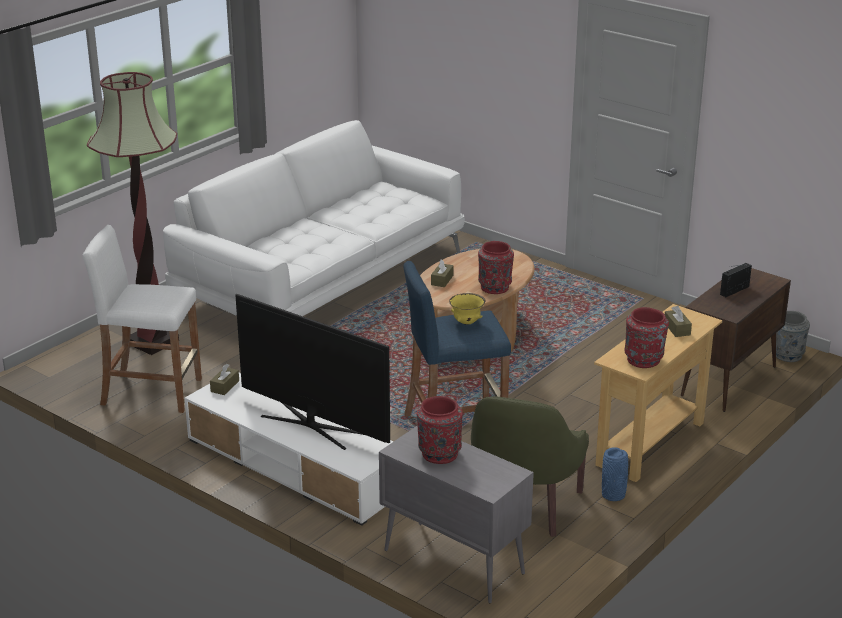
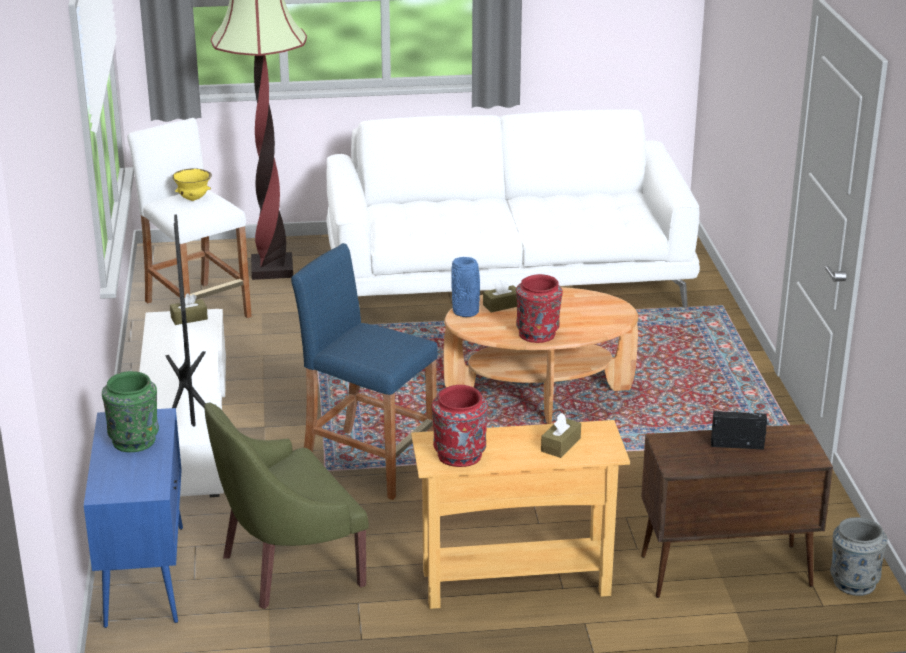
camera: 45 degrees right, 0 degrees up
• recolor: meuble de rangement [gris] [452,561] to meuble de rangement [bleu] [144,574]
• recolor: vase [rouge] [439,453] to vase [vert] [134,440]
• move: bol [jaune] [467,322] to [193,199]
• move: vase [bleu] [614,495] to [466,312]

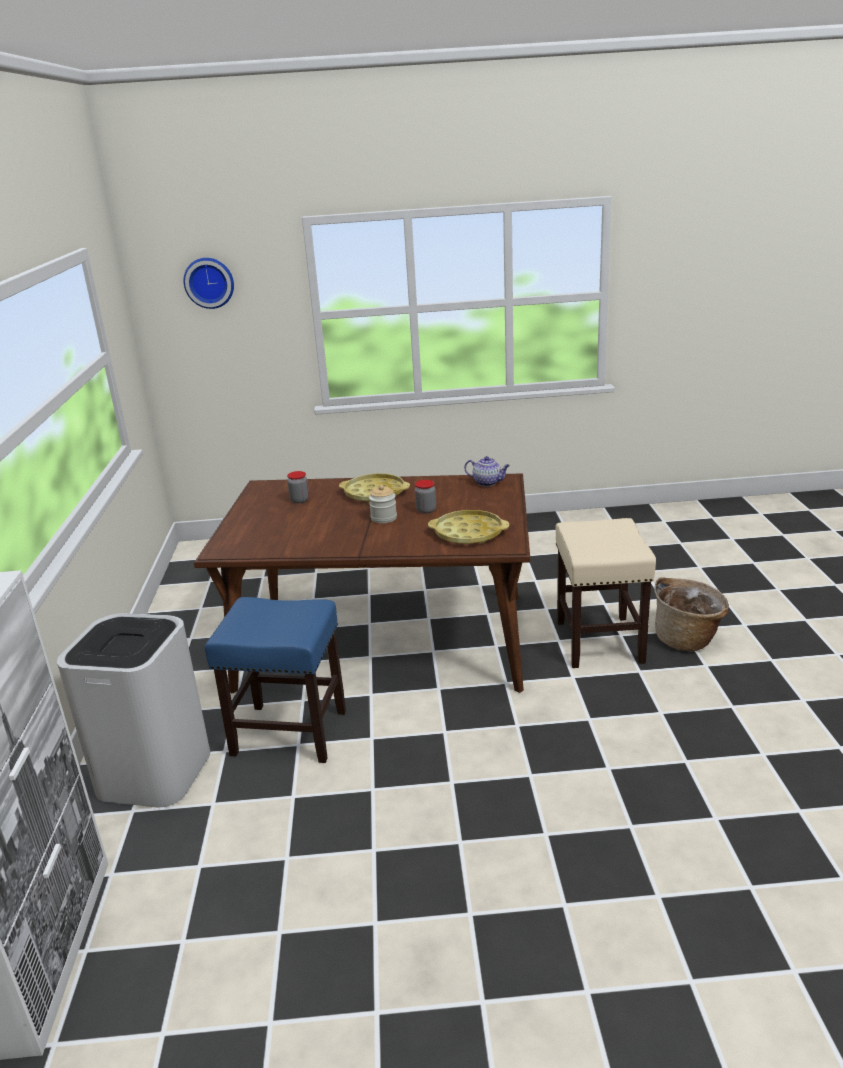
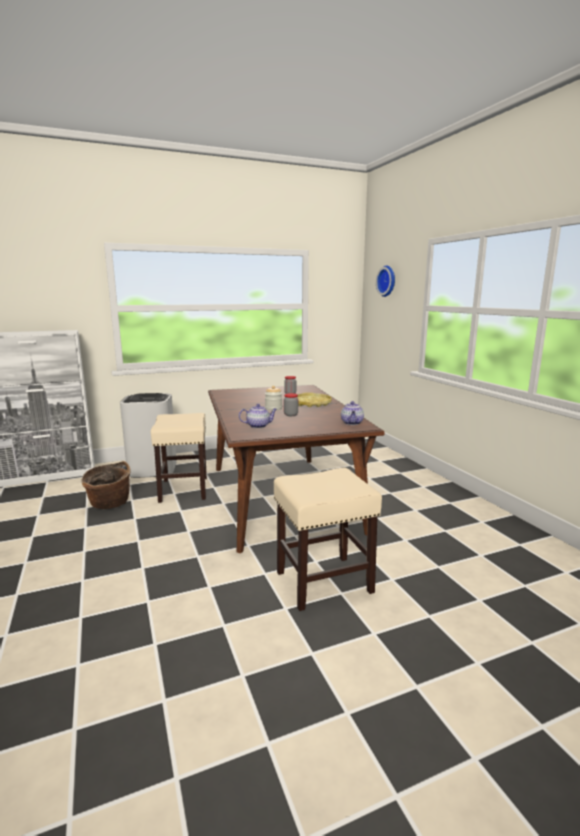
camera: 70 degrees right, 10 degrees down
• move: panier [687,639] to [109,504]
• recolor: tabouret [bleu] [288,733] to tabouret [beige] [183,489]
• replace: plateau [jaune] [468,533] to théière [258,426]

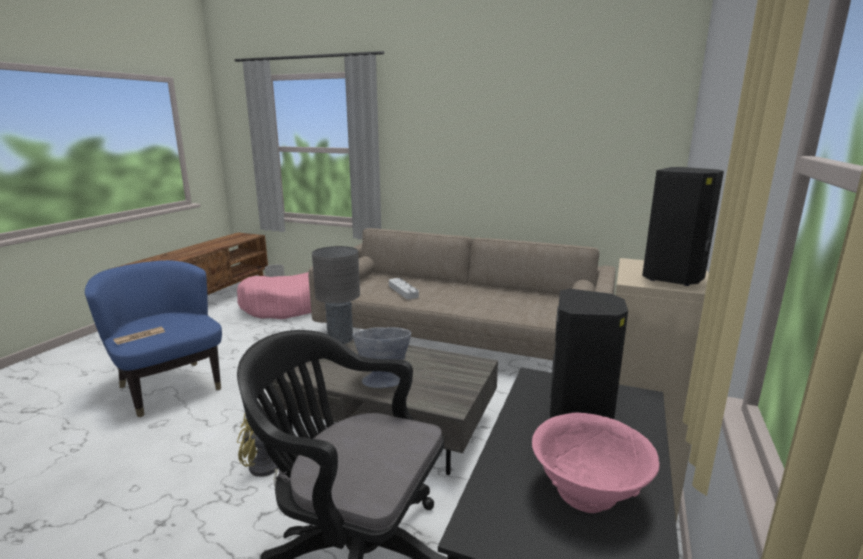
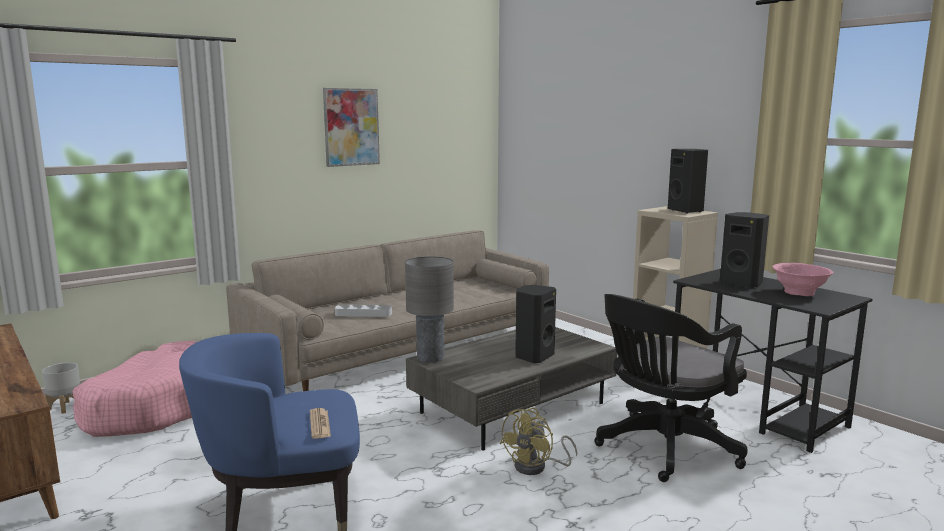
camera: 60 degrees left, 5 degrees down
• insert: tableau [351,127]
• replace: bol [gris] [383,379] to enceinte [noir] [533,356]

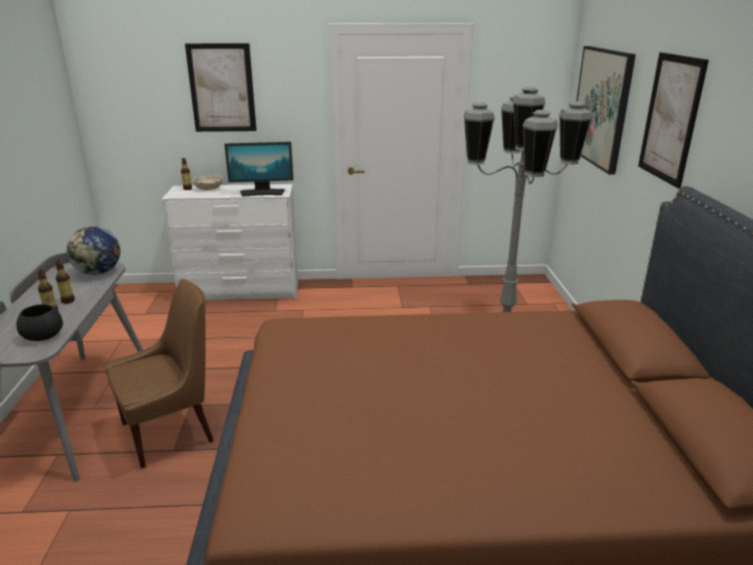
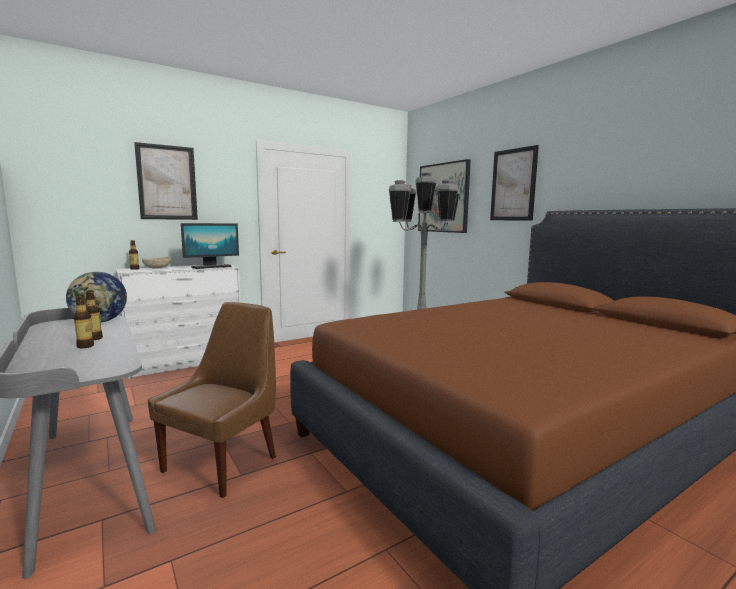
camera: 30 degrees left, 15 degrees down
• delete: bol [noir] [44,336]

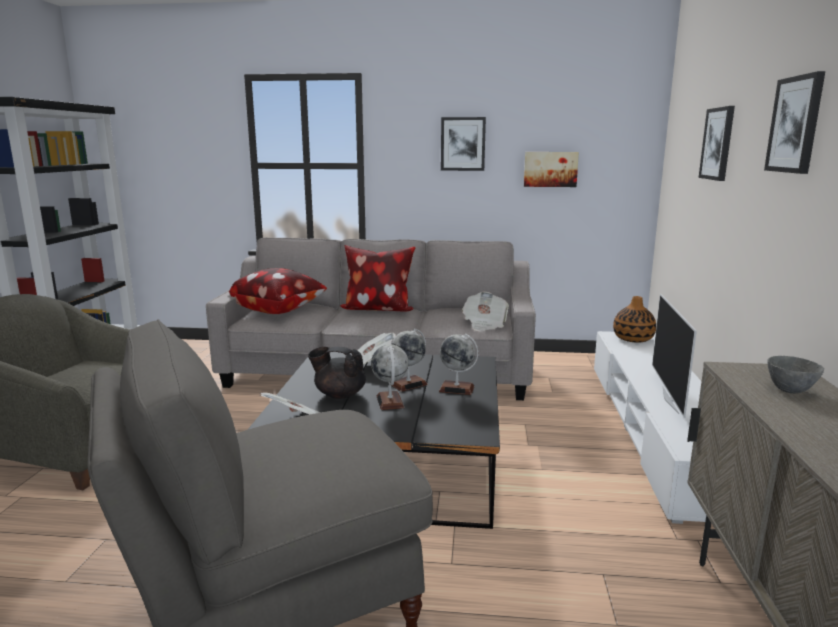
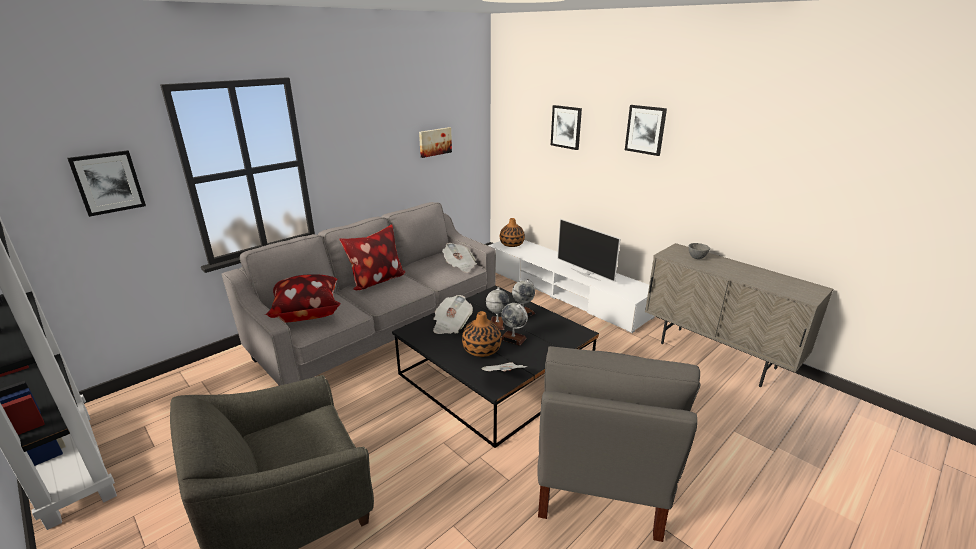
camera: 50 degrees left, 10 degrees up
• move: tableau [463,144] to [108,182]
• replace: théière [noir] [339,394] to vase [481,349]

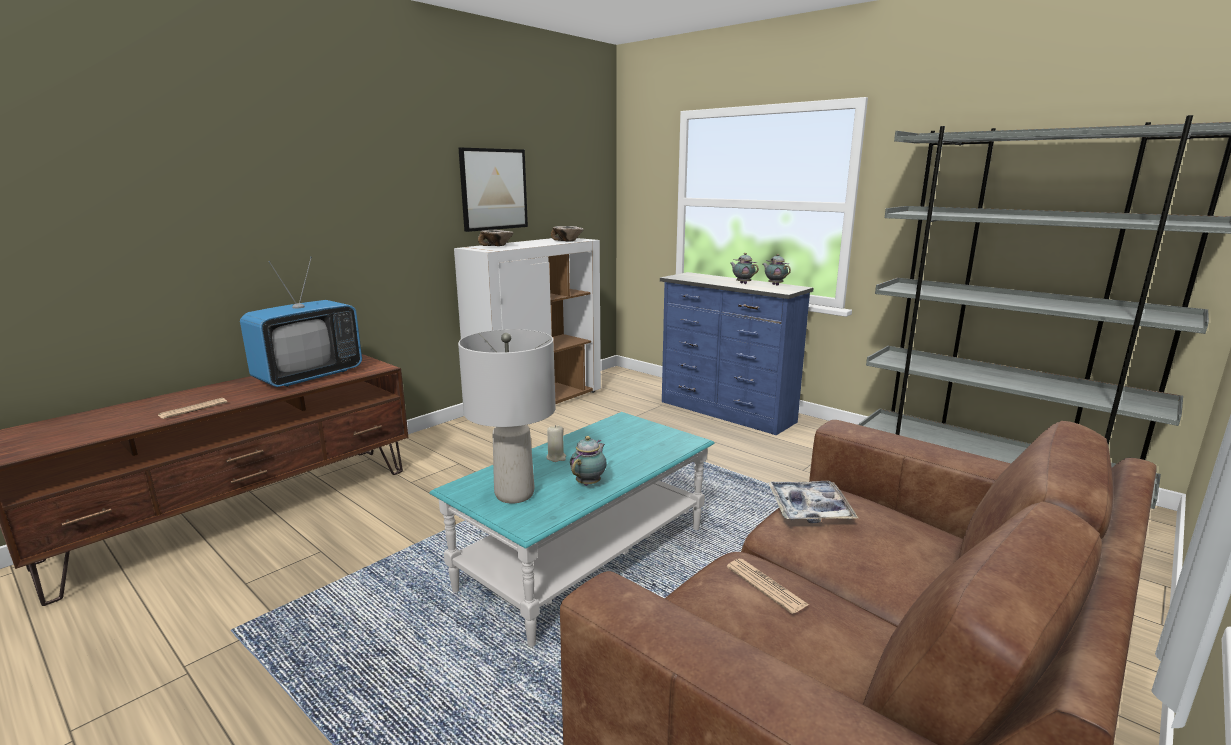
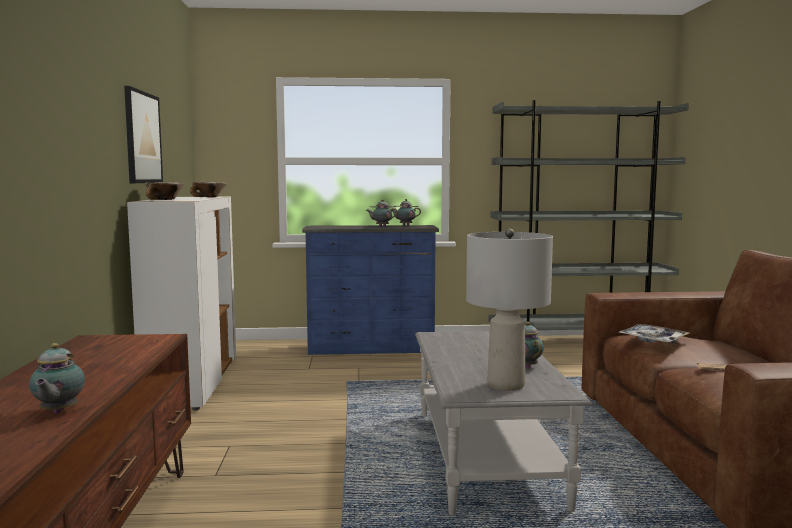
camera: 45 degrees left, 10 degrees down
• replace: journal [193,409] to théière [58,412]
• recolor: table basse [turquoise] [585,558] to table basse [gris] [485,456]
• delete: téléviseur [309,376]
• delete: bougie [beige] [556,457]

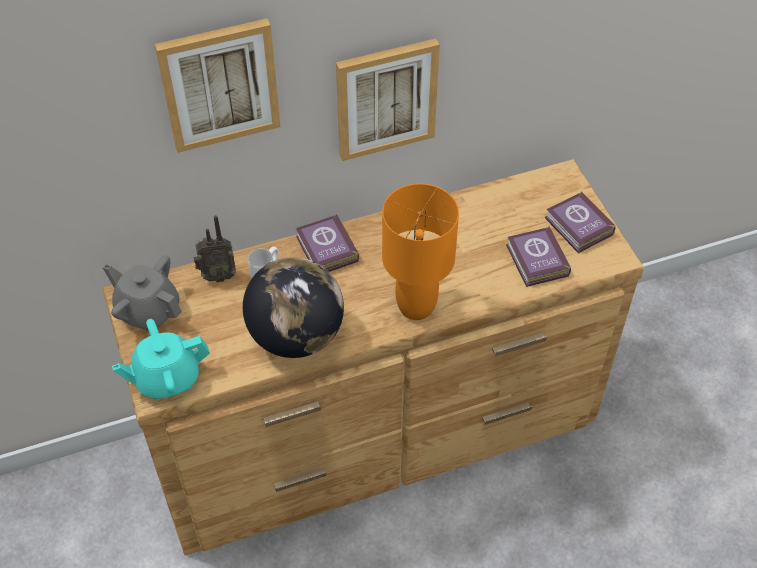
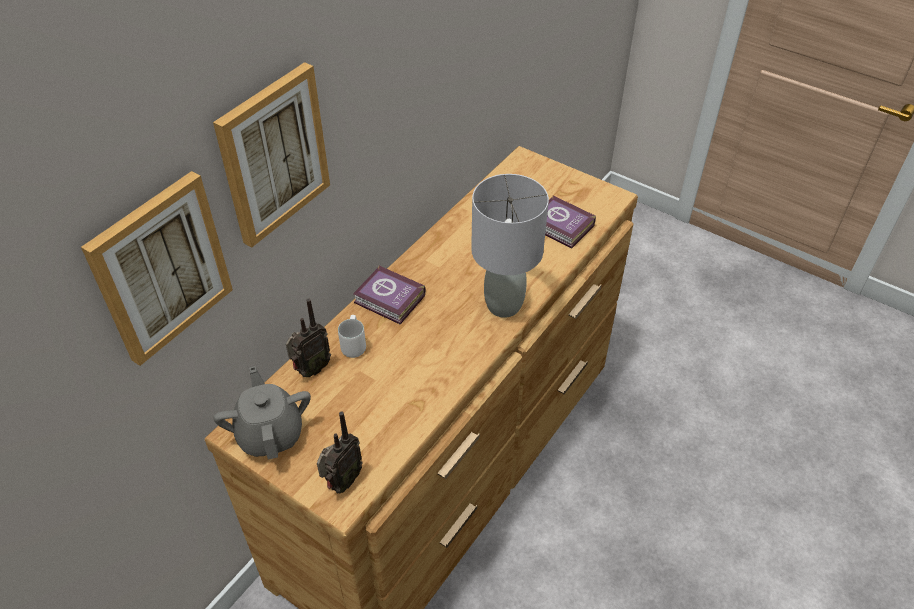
camera: 35 degrees left, 5 degrees down
• move: tableau [386,98] to [160,268]
• rotate: théière [gris] [148,310] = [270,434] 75 degrees clockwise
• replace: théière [turquoise] [167,378] to radio [342,482]
• recolor: lampe de table [orange] [416,307] to lampe de table [gris] [504,306]
• delete: globe [296,336]
• delete: livre [578,227]

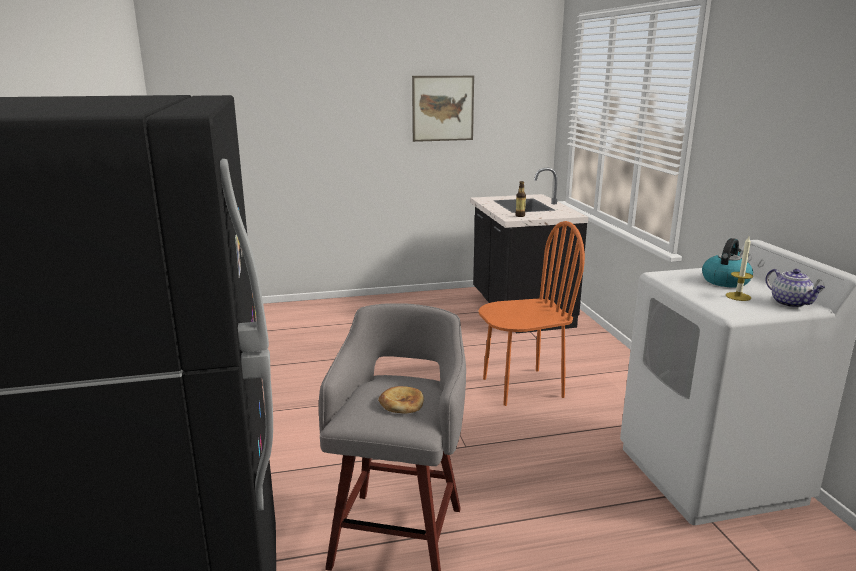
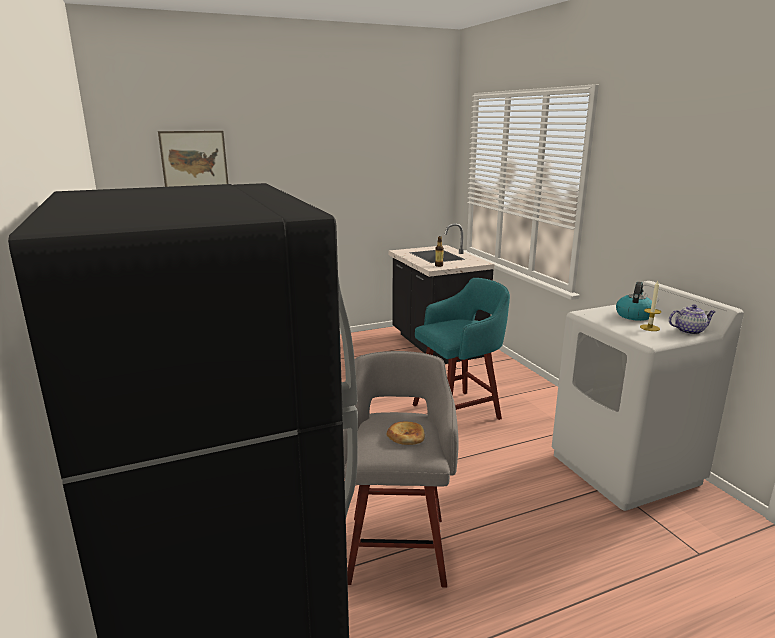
camera: 10 degrees left, 0 degrees up
• move: tableau [443,108] to [194,163]
• replace: chaise [orange] [522,387] to tabouret [turquoise] [458,411]
• rotate: théière [791,303] = [689,331] 60 degrees counterclockwise

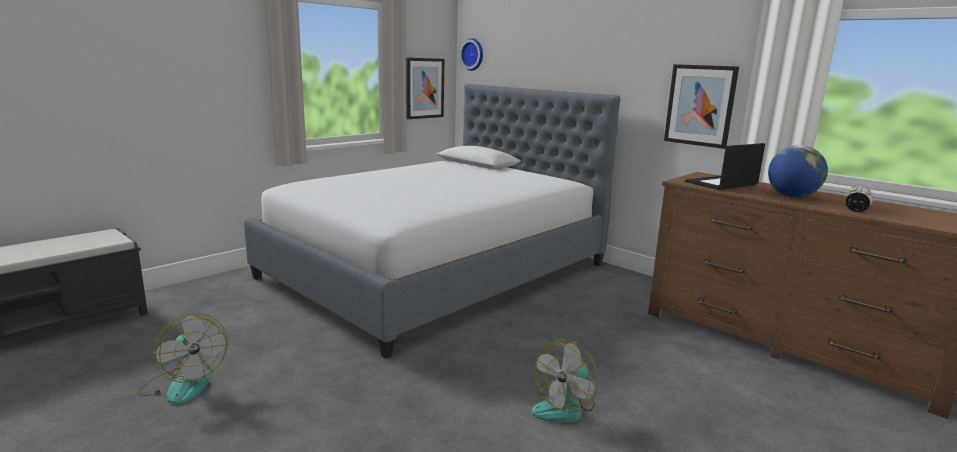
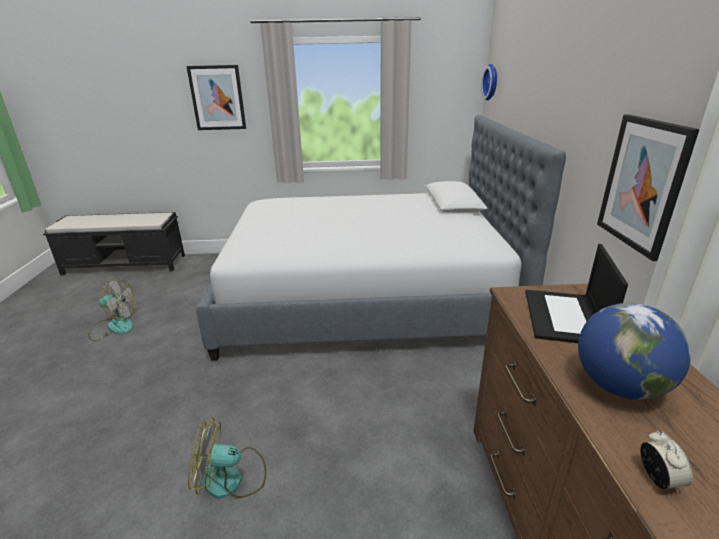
camera: 45 degrees right, 10 degrees up
• rotate: ventilateur [184,384] = [114,326] 90 degrees counterclockwise
• move: tableau [424,88] to [217,98]
• rotate: ordinateur portable [721,184] = [565,317] 90 degrees counterclockwise

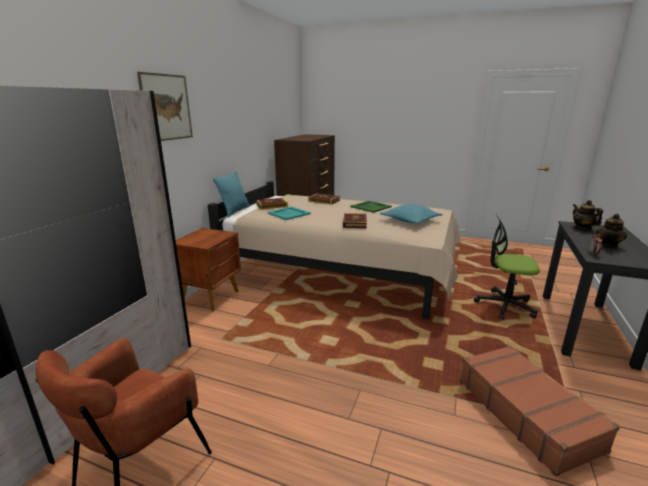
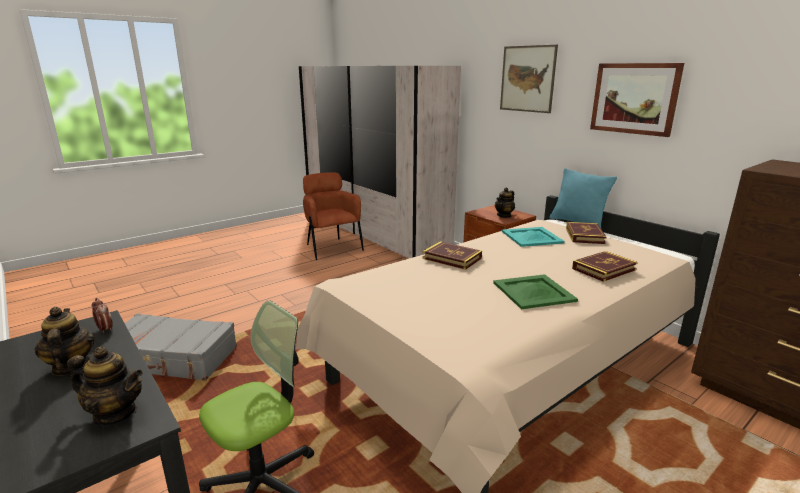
camera: 120 degrees right, 0 degrees up
• recolor: valise [marron] [526,413] to valise [gris] [171,358]
• insert: théière [504,215]
• insert: tableau [634,98]
• delete: coussin [turquoise] [410,220]

